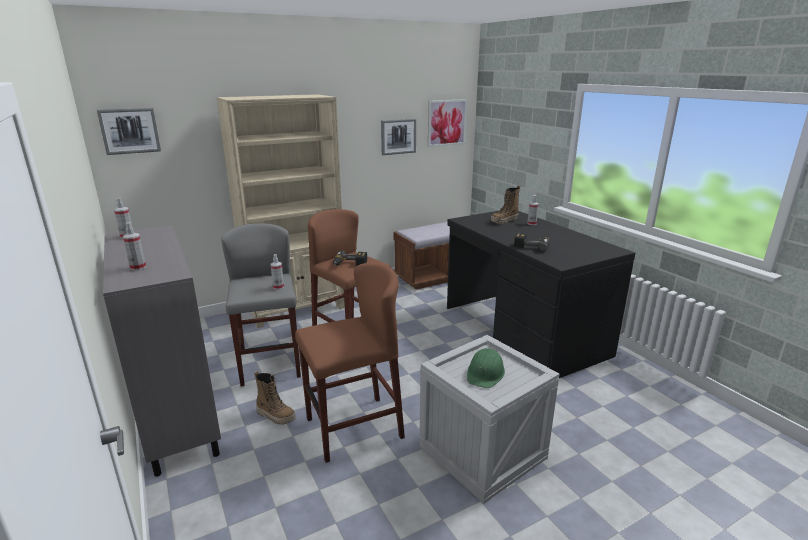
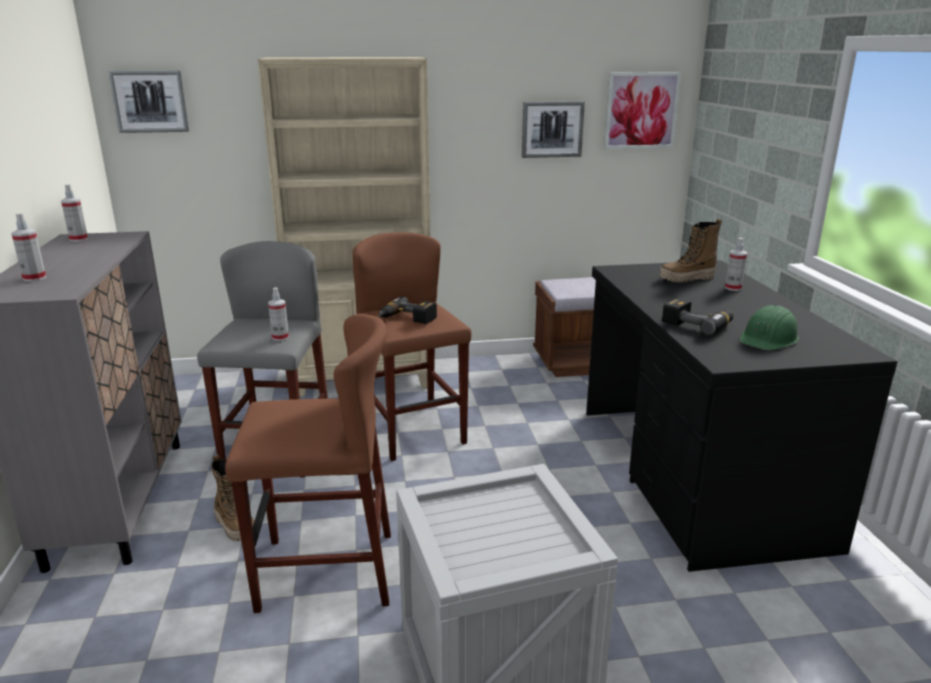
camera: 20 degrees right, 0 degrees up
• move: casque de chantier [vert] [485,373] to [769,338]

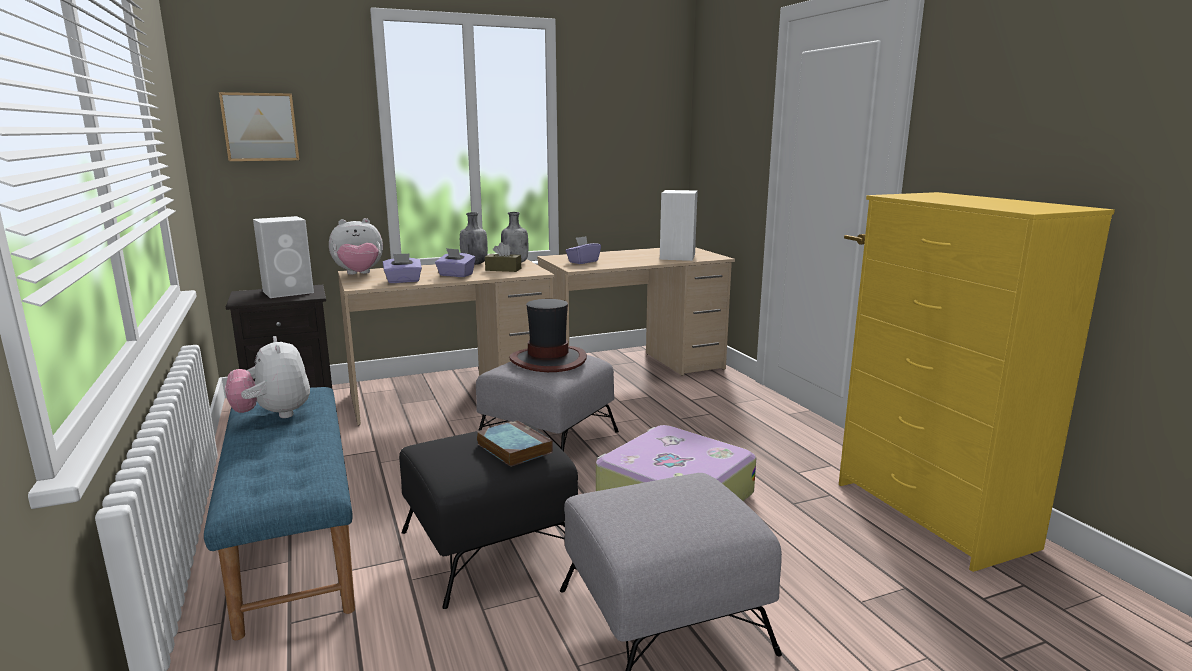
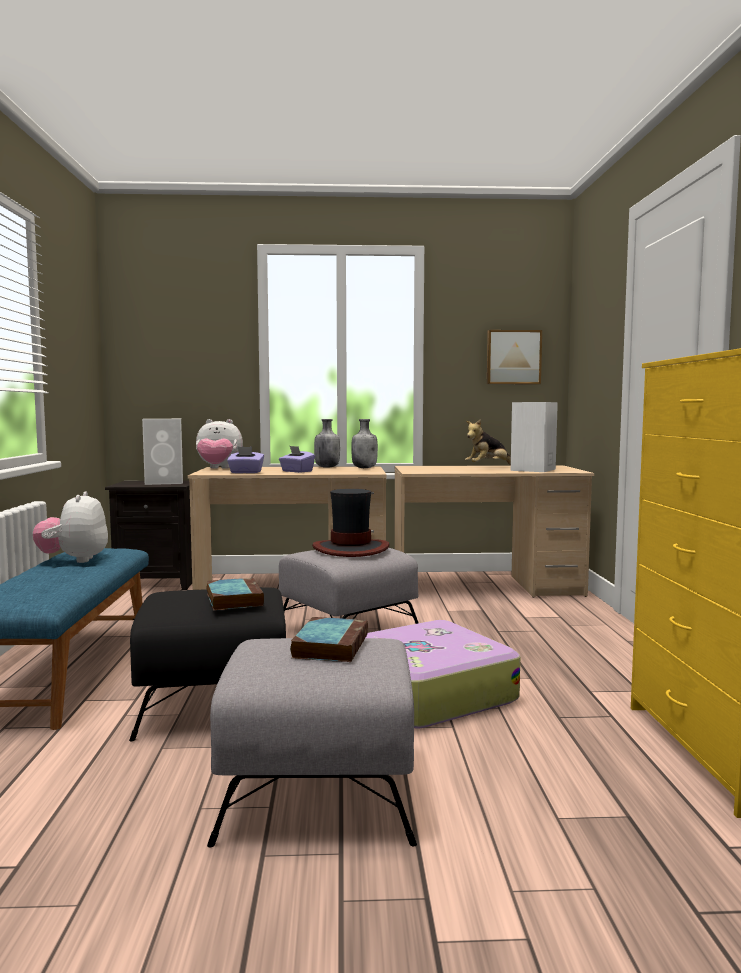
camera: 20 degrees right, 10 degrees down
• insert: livre [330,645]
• insert: peluche [488,467]
• move: tableau [260,127] to [513,357]
• delete: boîte à mouchoirs [marron] [503,269]
• delete: boîte à mouchoirs [violet] [583,262]

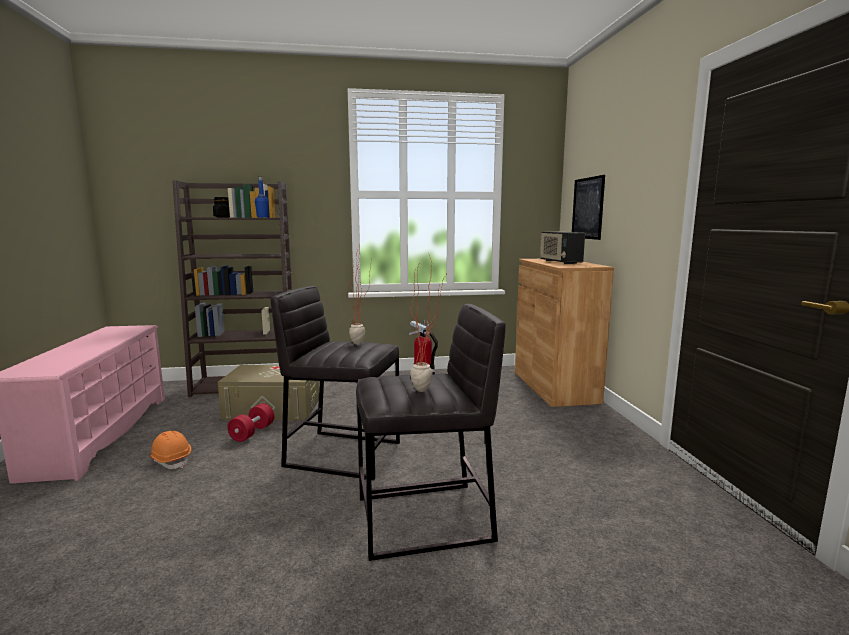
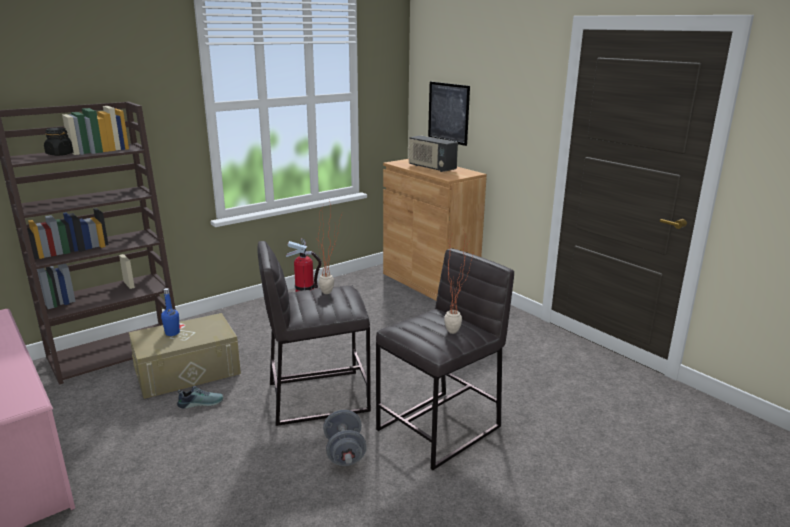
camera: 30 degrees left, 10 degrees up
• move: bouteille [bleu] [263,217] to [172,333]
• replace: haltère [rouge] [252,432] to chaussure [201,402]
• insert: haltère [gris] [344,453]
• delete: casque de chantier [orange] [171,460]

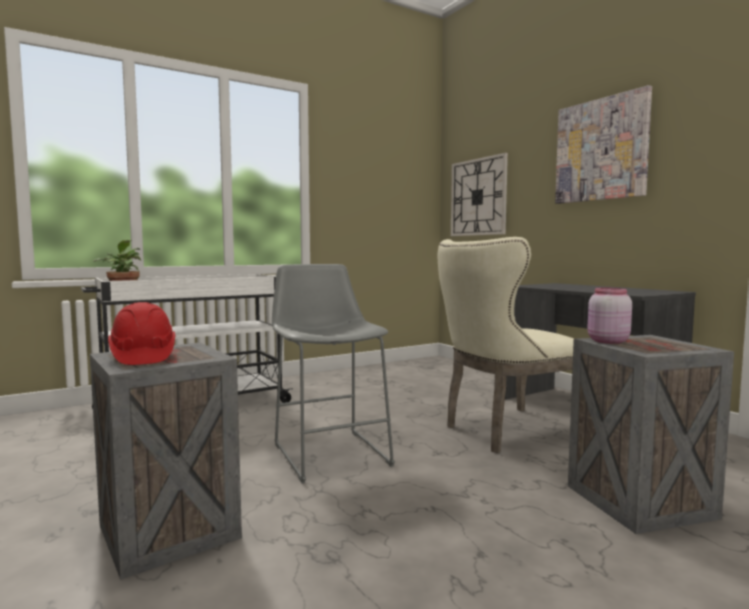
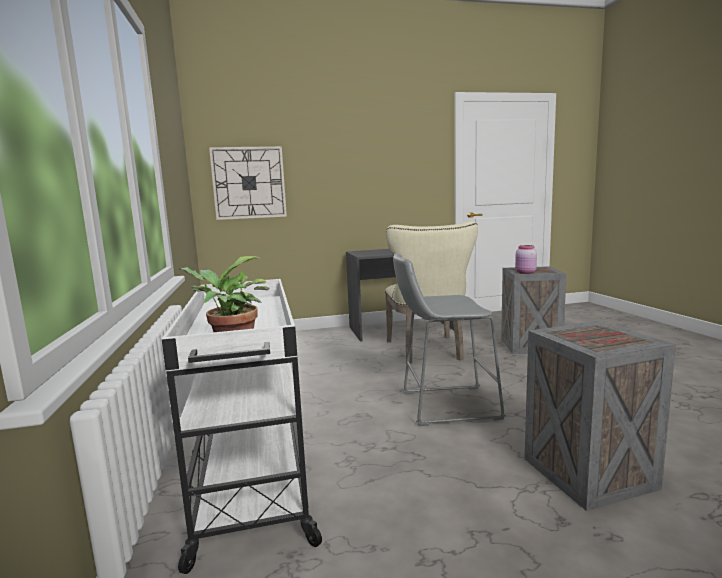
camera: 70 degrees left, 5 degrees up
• delete: casque de chantier [rouge] [142,357]
• delete: tableau [601,150]

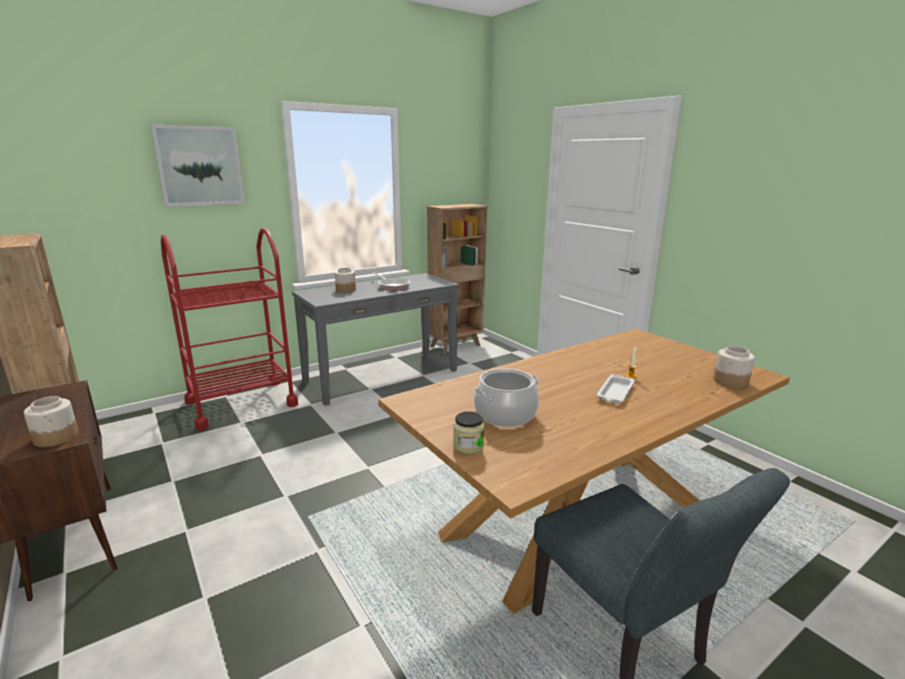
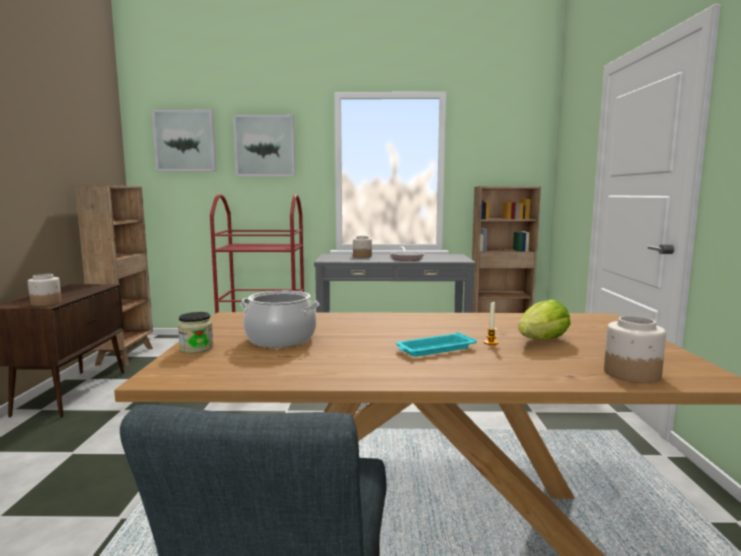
camera: 35 degrees right, 10 degrees down
• insert: tableau [185,141]
• recolor: plateau [blanc] [615,392] to plateau [turquoise] [434,349]
• insert: laitue [542,340]

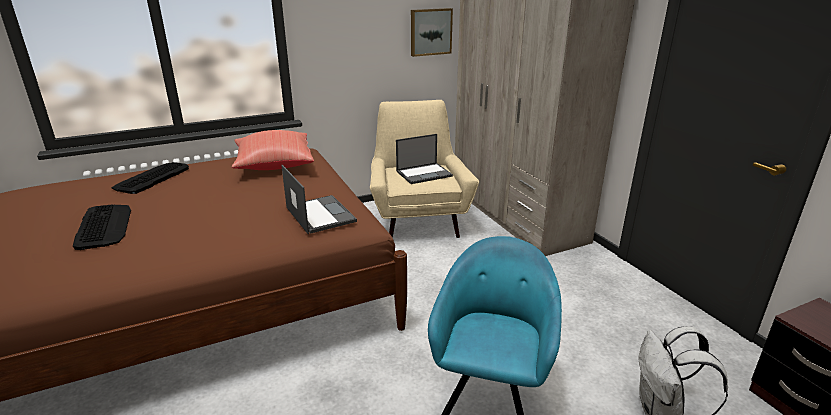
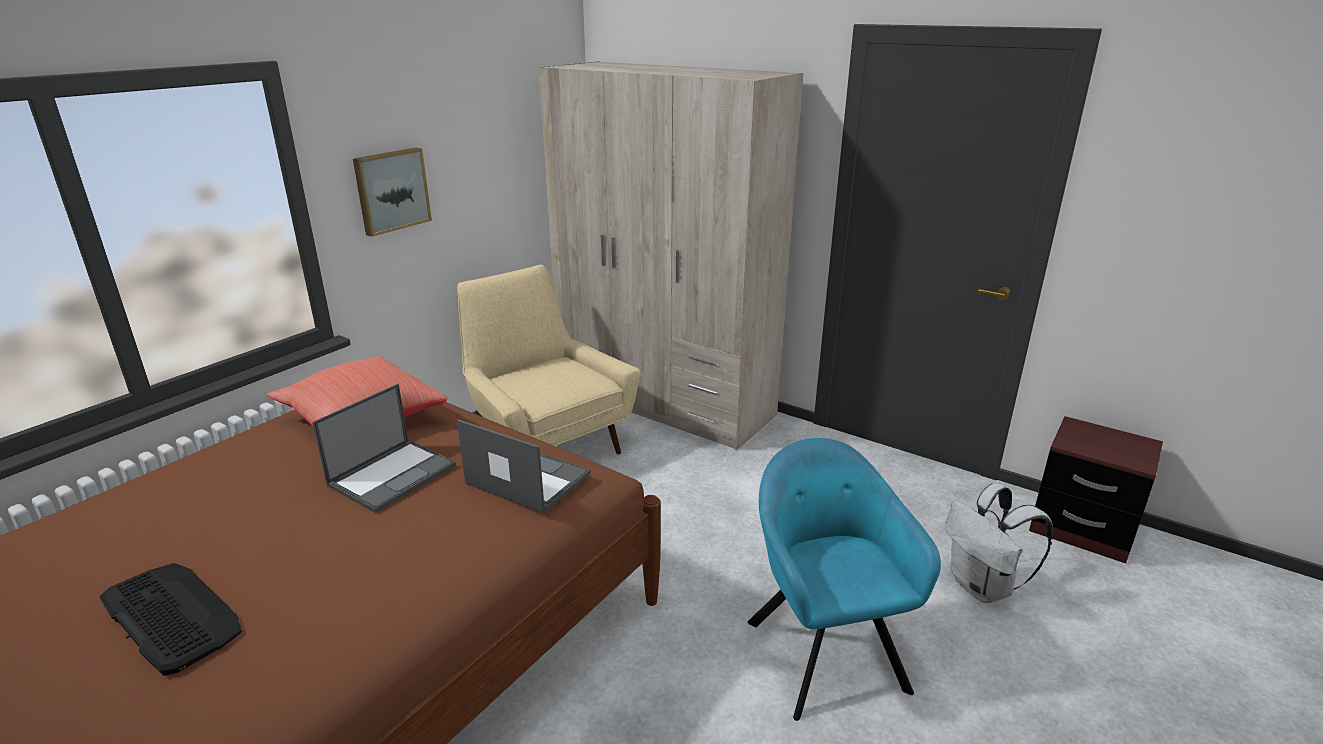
camera: 30 degrees left, 0 degrees up
• move: ordinateur portable [424,173] to [393,474]
• move: tableau [430,32] to [391,190]
• delete: clavier [151,178]

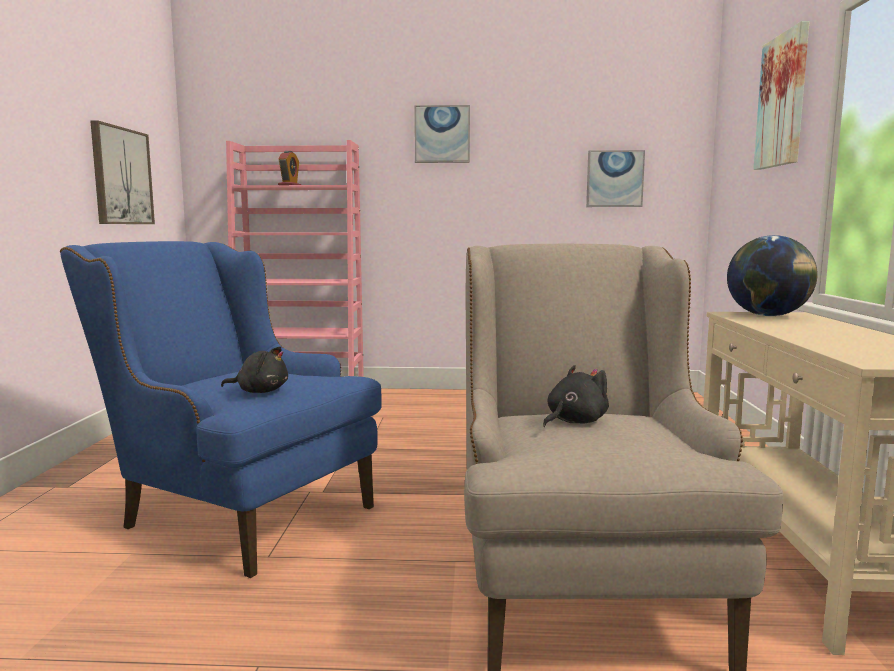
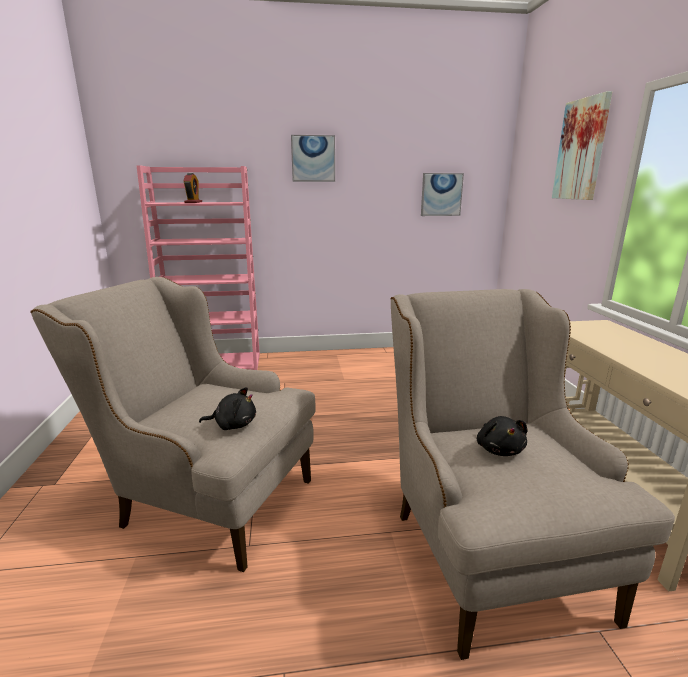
camera: 10 degrees left, 10 degrees up
• recolor: fauteuil [bleu] [235,510] to fauteuil [beige] [205,497]
• rotate: peluche [noir] [574,421] = [499,449] 135 degrees clockwise
• delete: tableau [121,176]
• delete: globe [768,316]

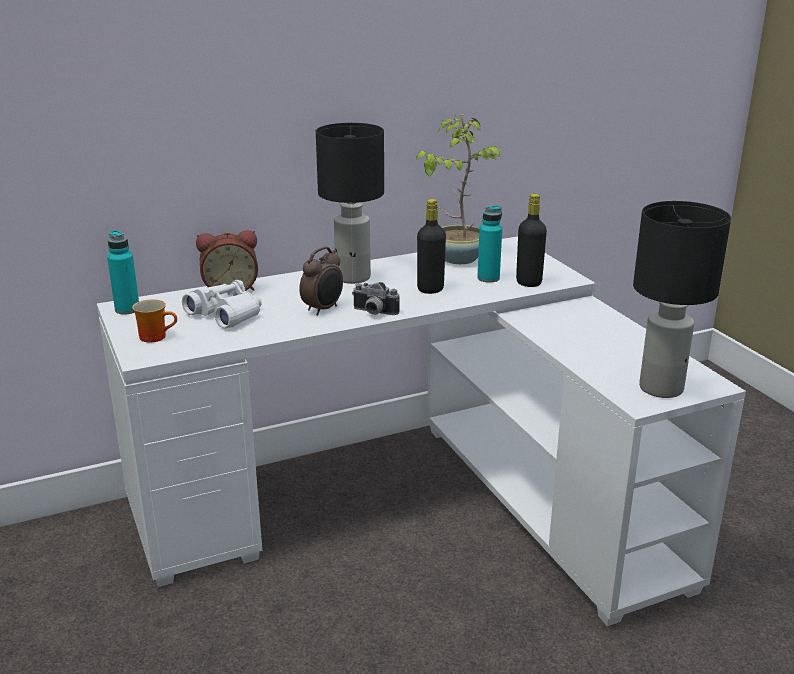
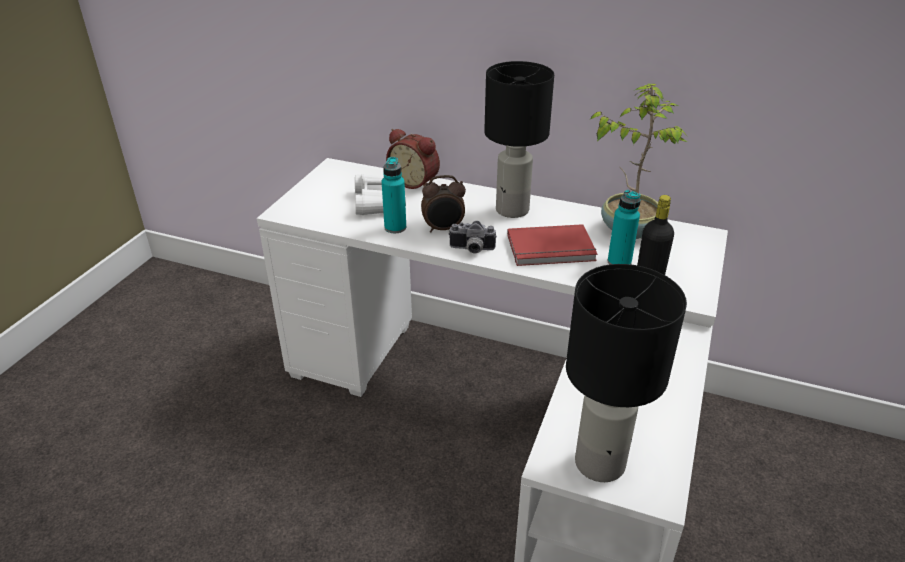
camera: 45 degrees right, 10 degrees up
• move: bouteille [turquoise] [127,309] to [395,227]
• rotate: appareil photo [373,313] = [471,250] 60 degrees counterclockwise
• replace: bouteille [noir] [430,289] to livre [rouge] [551,249]
• delete: mug [156,336]

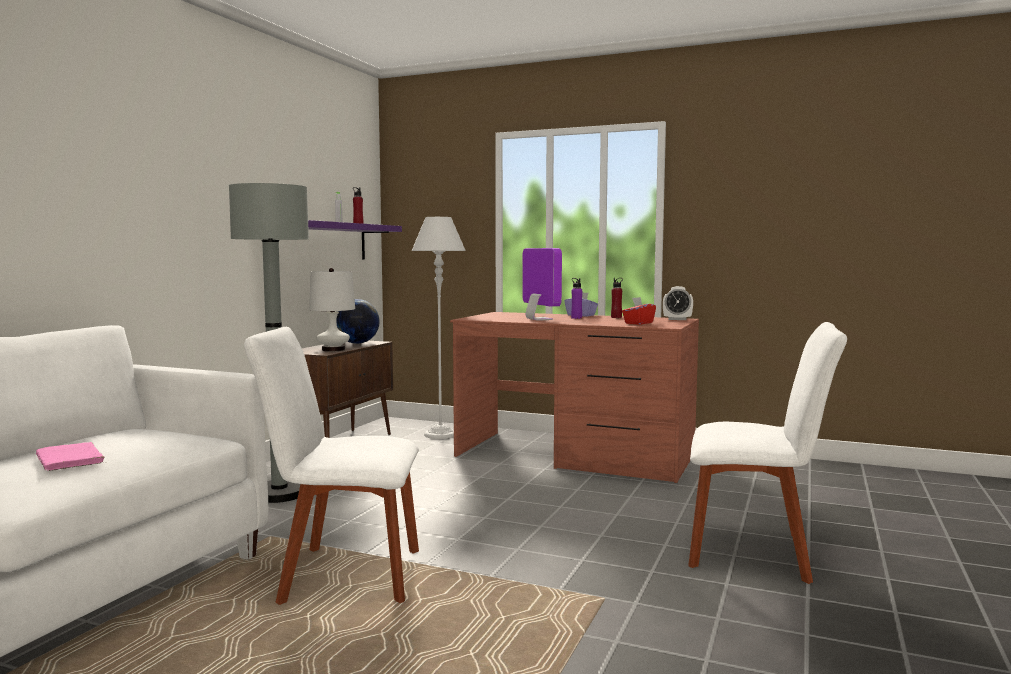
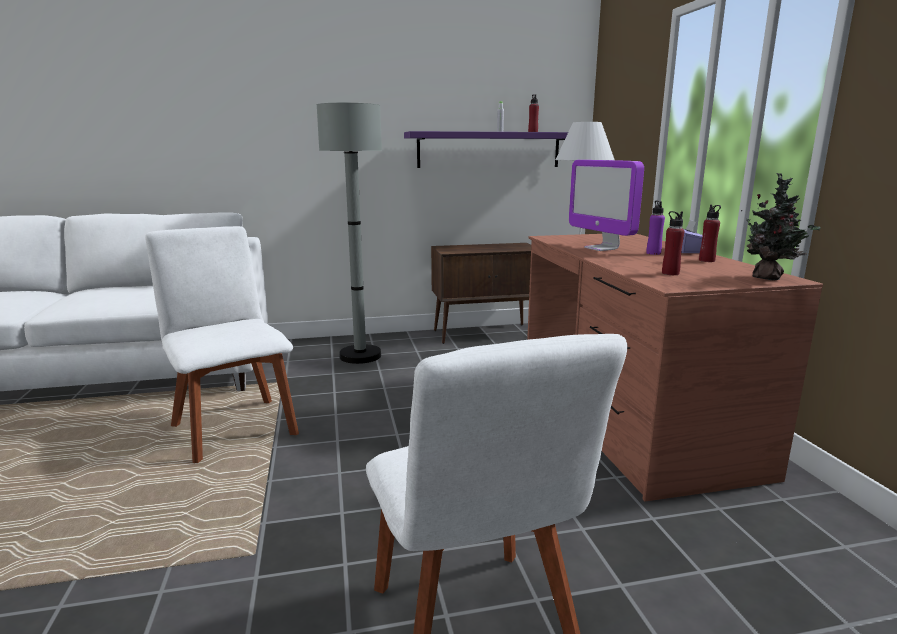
camera: 55 degrees right, 10 degrees up
• rotate: écran d'ordinateur [539,319] = [601,248] 120 degrees clockwise
• replace: boîte à mouchoirs [rouge] [638,323] to bouteille [rouge] [670,273]
• replace: réveil [677,319] to plante en pot [769,278]
• delete: livre [rose] [70,460]
• delete: lampe de table [blanc] [333,350]
• delete: globe [357,343]

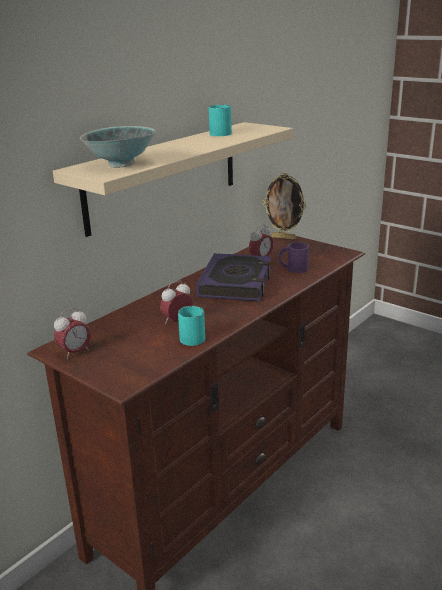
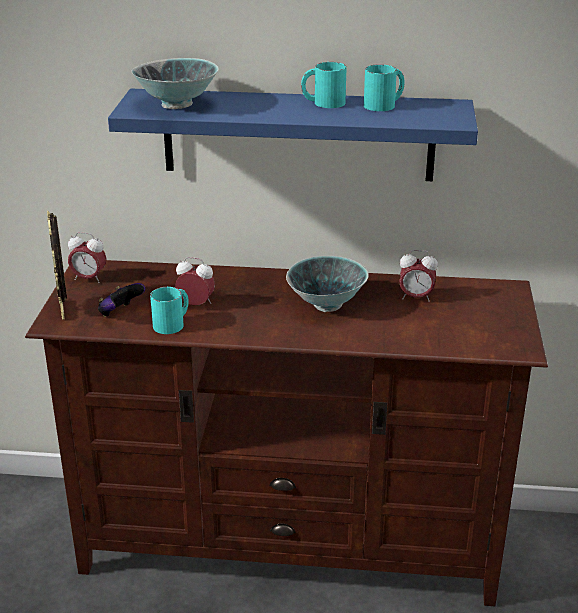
camera: 55 degrees right, 5 degrees up
• move: cadre photo [284,237] to [64,310]
• insert: manette [120,313]
• recolor: étagère [beige] [164,175] to étagère [bleu] [298,135]
• replace: livre [236,283] to bol [327,304]
• insert: mug [turquoise] [323,103]
• delete: mug [violet] [293,268]

